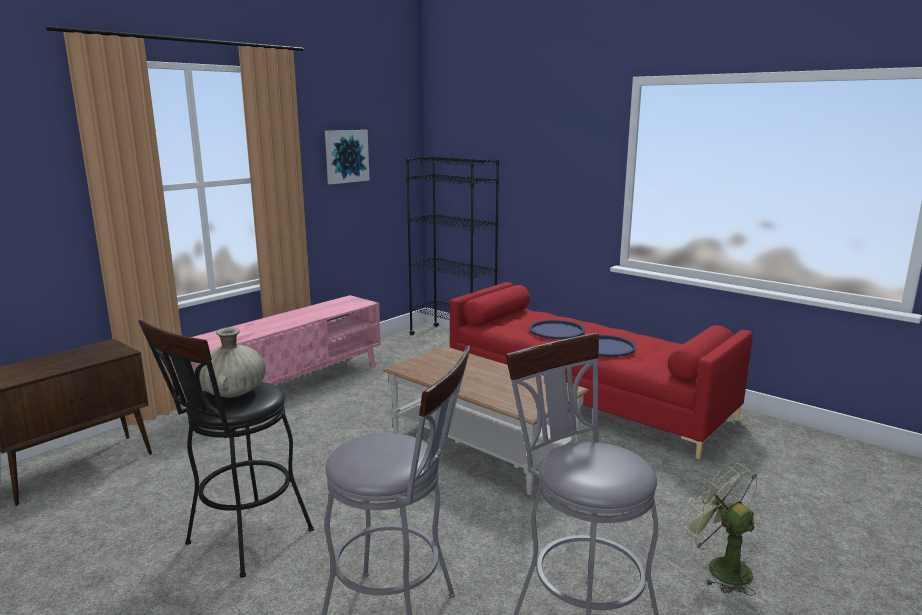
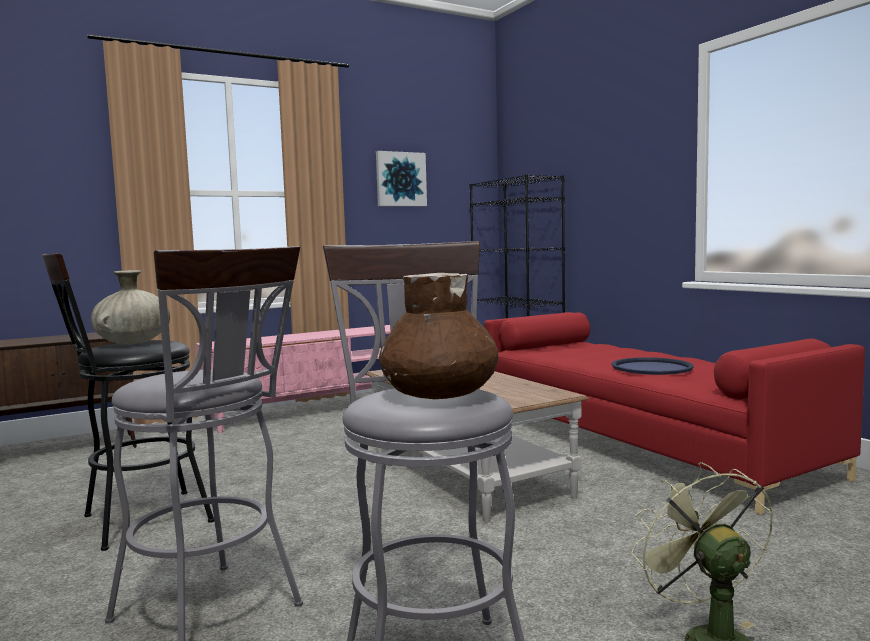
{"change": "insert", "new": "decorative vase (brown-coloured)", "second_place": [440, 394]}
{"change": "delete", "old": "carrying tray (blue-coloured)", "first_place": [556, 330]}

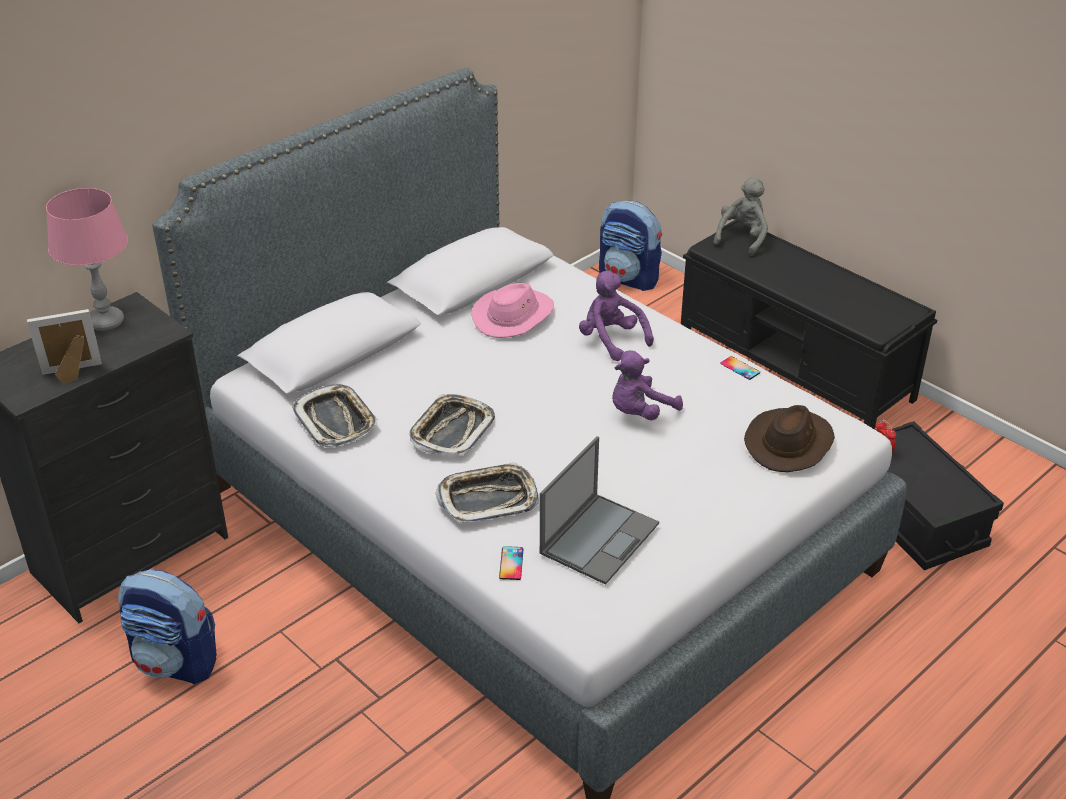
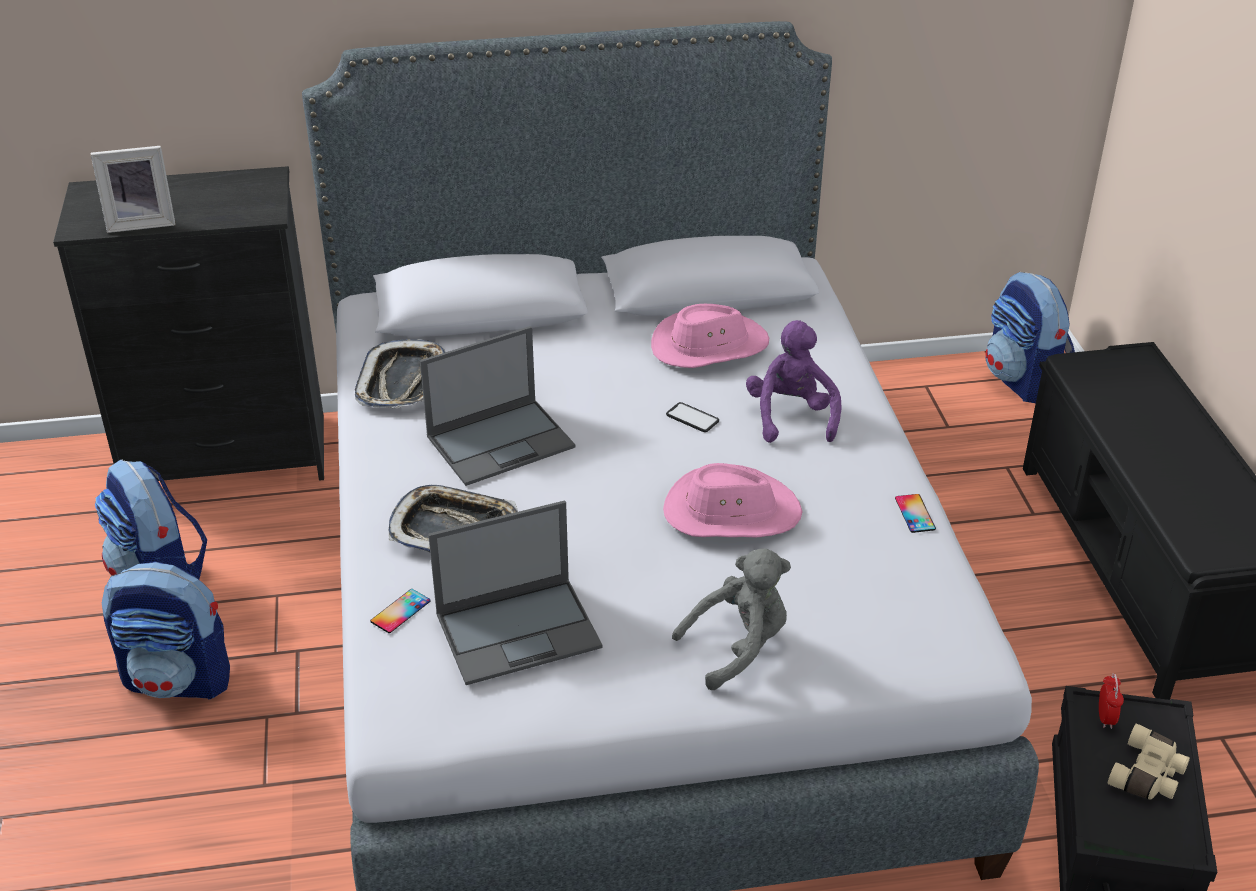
{"change": "rotate", "old": "photo frame", "first_place": [73, 374], "second_place": [141, 222], "degrees": 150}
{"change": "insert", "new": "backpack", "second_place": [179, 679]}
{"change": "replace", "old": "carrying tray", "new": "notebook computer", "first_place": [452, 430], "second_place": [502, 441]}
{"change": "replace", "old": "plush toy (purplish)", "new": "wearable hat (pink)", "first_place": [639, 412], "second_place": [731, 512]}
{"change": "insert", "new": "telephone", "second_place": [692, 418]}
{"change": "move", "old": "plush toy (greyish)", "first_place": [742, 238], "second_place": [738, 647]}
{"change": "insert", "new": "field glasses (beige)", "second_place": [1148, 775]}
{"change": "delete", "old": "table lamp (pink)", "first_place": [106, 322]}
{"change": "delete", "old": "wearable hat (brown-coloured)", "first_place": [789, 443]}

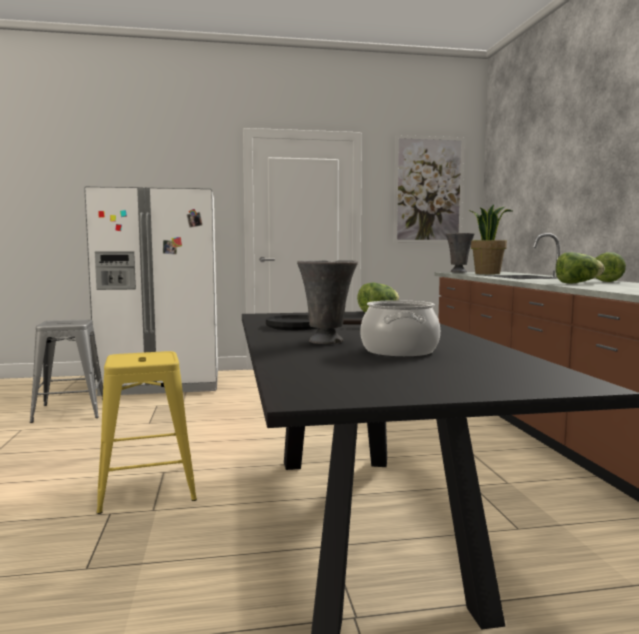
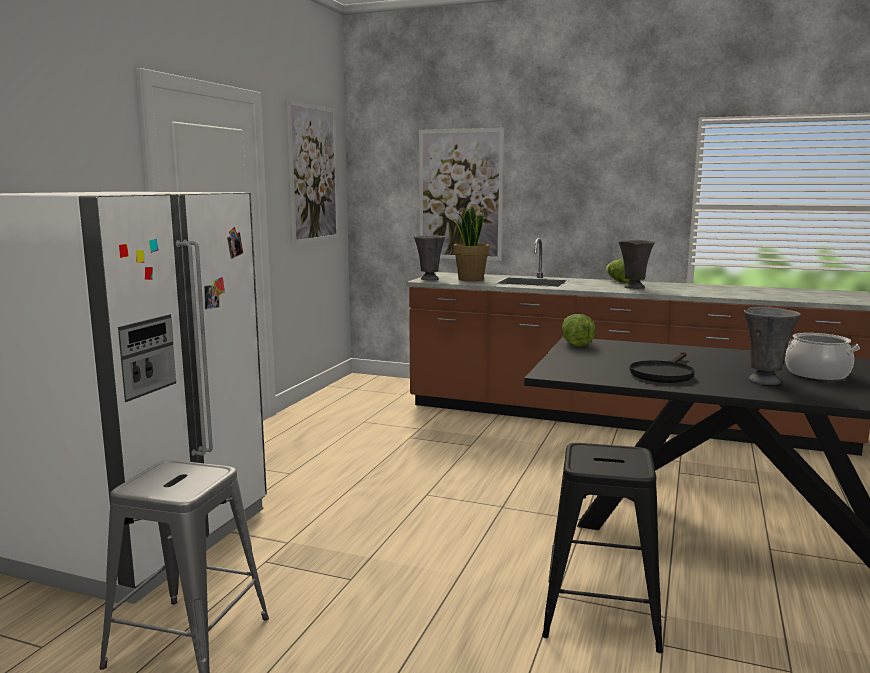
{"change": "insert", "new": "wall picture", "second_place": [460, 195]}
{"change": "recolor", "old": "sitting stool (yellow)", "new": "sitting stool (blackish)", "first_place": [148, 488], "second_place": [601, 612]}
{"change": "replace", "old": "lettuce", "new": "decorative vase (greyish)", "first_place": [577, 283], "second_place": [633, 288]}

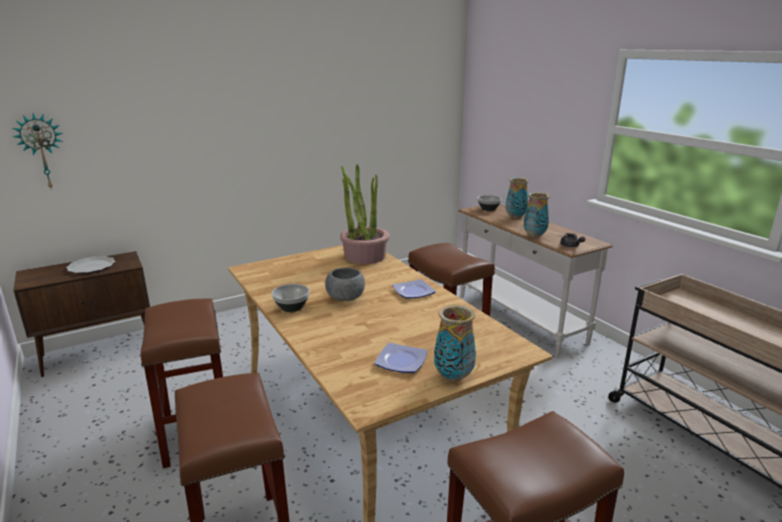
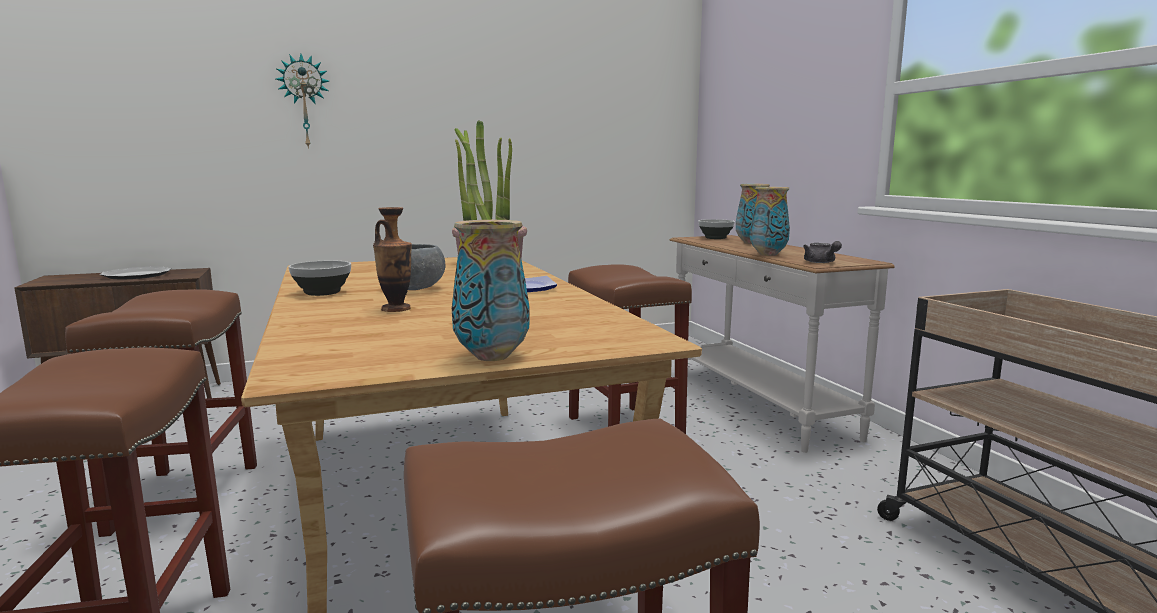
{"change": "move", "old": "hanging clock", "first_place": [42, 151], "second_place": [304, 101]}
{"change": "insert", "new": "decorative vase", "second_place": [396, 309]}
{"change": "delete", "old": "dinner plate", "first_place": [400, 361]}

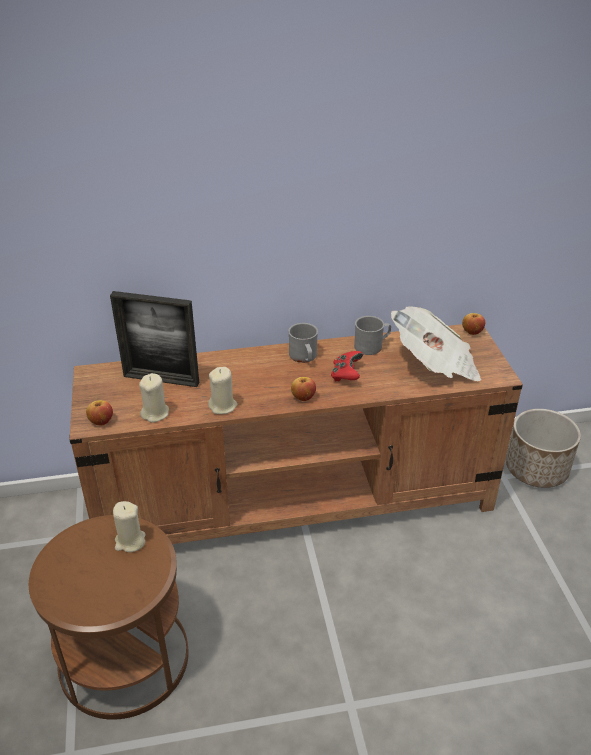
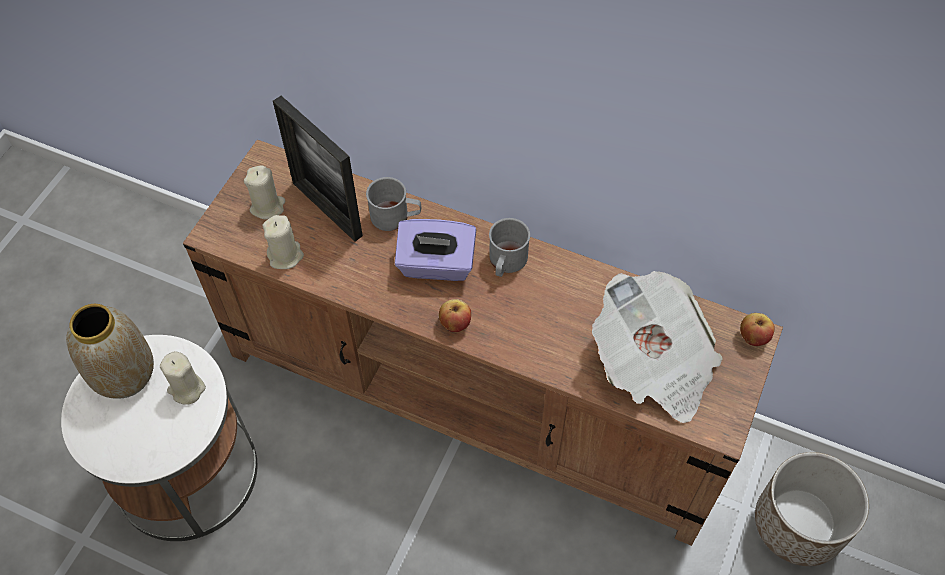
{"change": "recolor", "old": "side table (brown-coloured)", "new": "side table (white)", "first_place": [124, 657], "second_place": [187, 471]}
{"change": "insert", "new": "decorative vase", "second_place": [123, 375]}
{"change": "move", "old": "wax light (beige)", "first_place": [223, 406], "second_place": [268, 206]}
{"change": "move", "old": "coffee mug (greyish)", "first_place": [372, 346], "second_place": [395, 217]}
{"change": "insert", "new": "tissue holder (purplish)", "second_place": [436, 265]}
{"change": "delete", "old": "apple fruit", "first_place": [101, 421]}
{"change": "delete", "old": "joypad (red)", "first_place": [346, 375]}

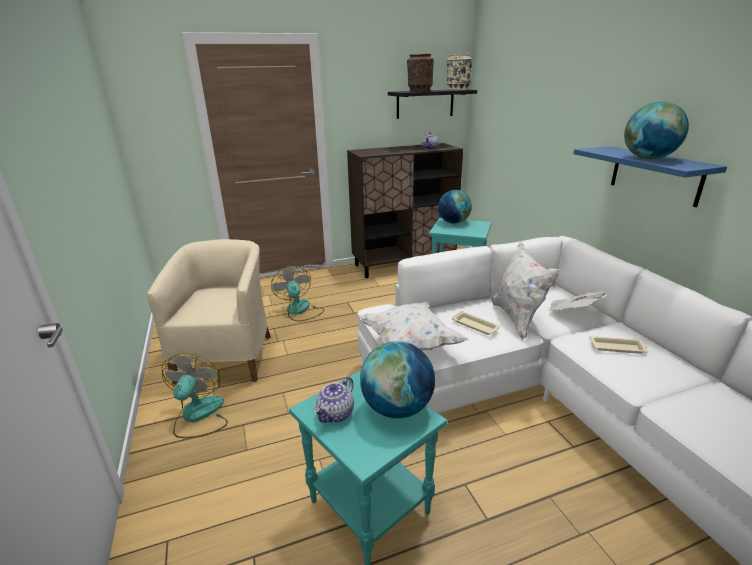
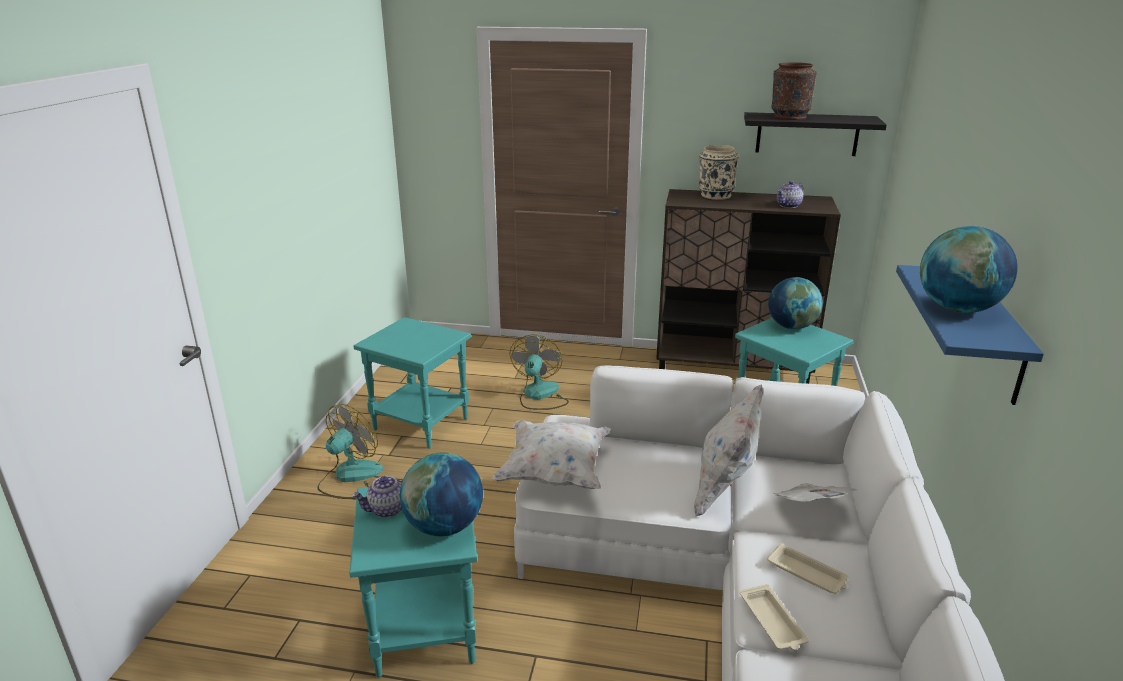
{"change": "replace", "old": "easy chair (beige)", "new": "side table (turquoise-coloured)", "first_place": [227, 355], "second_place": [422, 423]}
{"change": "move", "old": "decorative vase (beige)", "first_place": [458, 89], "second_place": [715, 196]}
{"change": "move", "old": "carrying tray (beige)", "first_place": [476, 326], "second_place": [772, 622]}

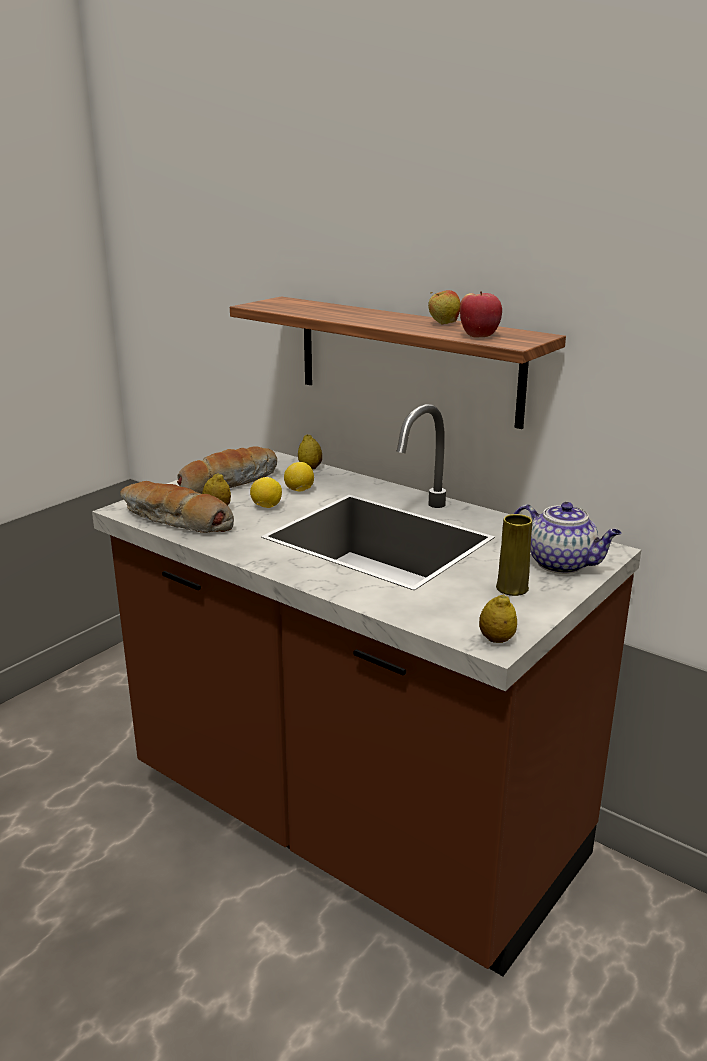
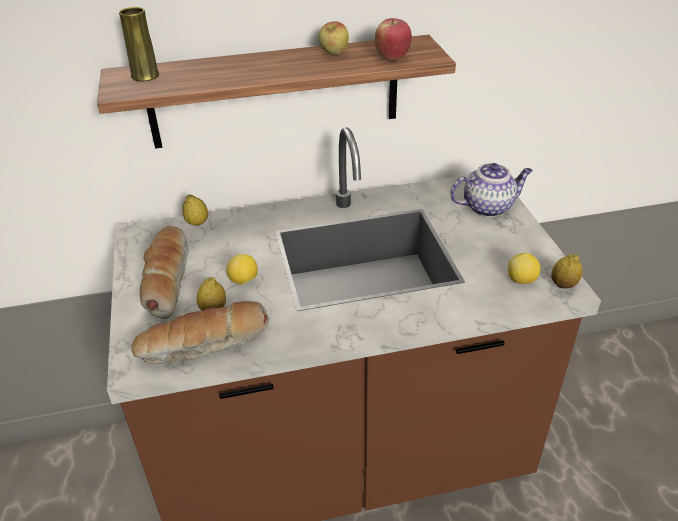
{"change": "move", "old": "decorative vase (yellow)", "first_place": [512, 588], "second_place": [145, 76]}
{"change": "move", "old": "lemon", "first_place": [299, 491], "second_place": [521, 280]}

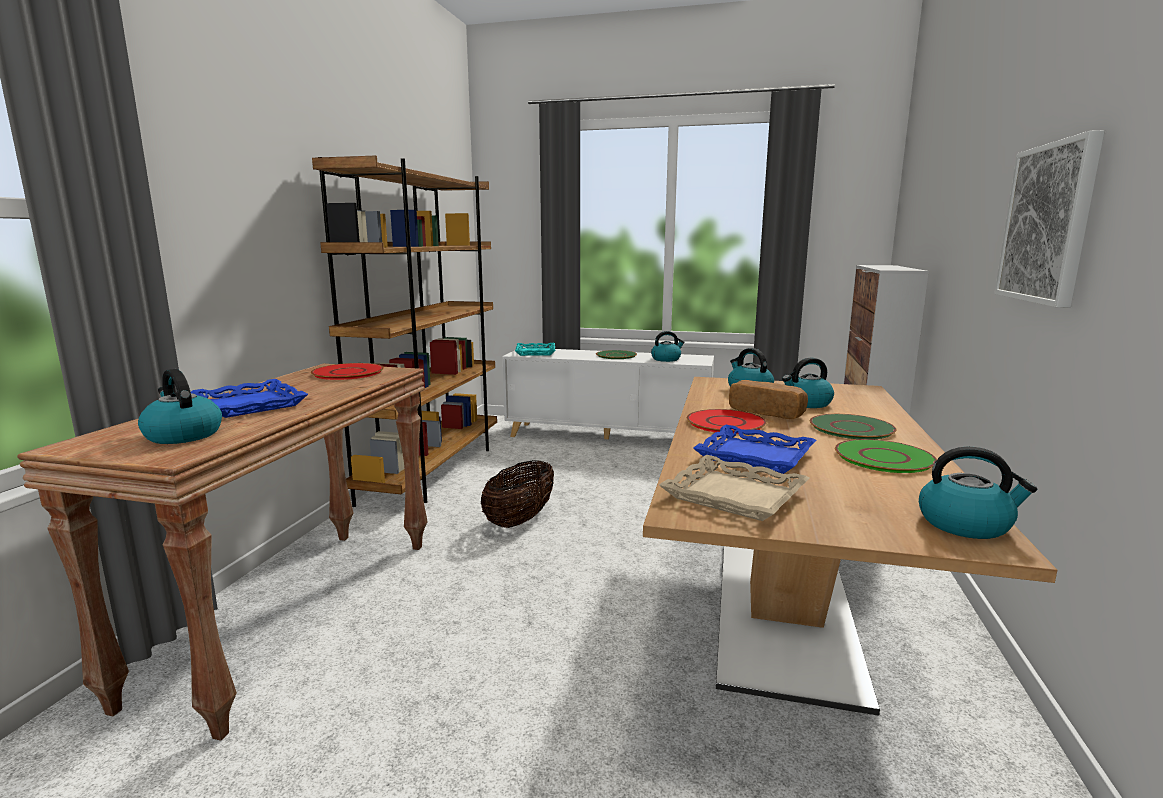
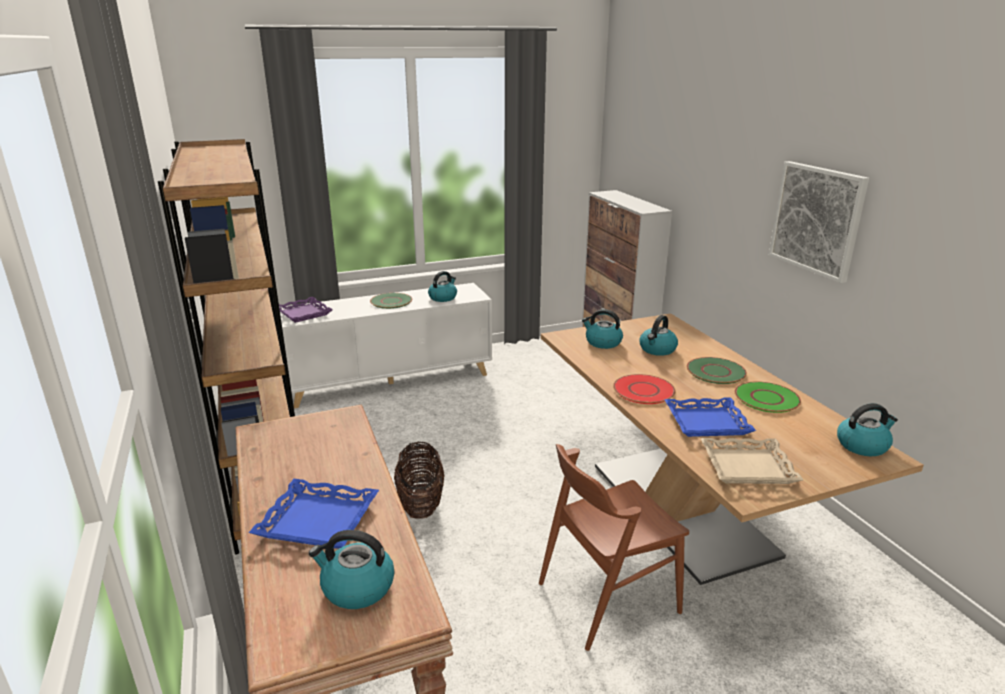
{"change": "recolor", "old": "carrying tray (turquoise-coloured)", "new": "carrying tray (purplish)", "first_place": [535, 352], "second_place": [303, 313]}
{"change": "insert", "new": "plain chair (brown-coloured)", "second_place": [607, 597]}
{"change": "delete", "old": "dinner plate (red)", "first_place": [348, 373]}
{"change": "delete", "old": "bread", "first_place": [766, 412]}

